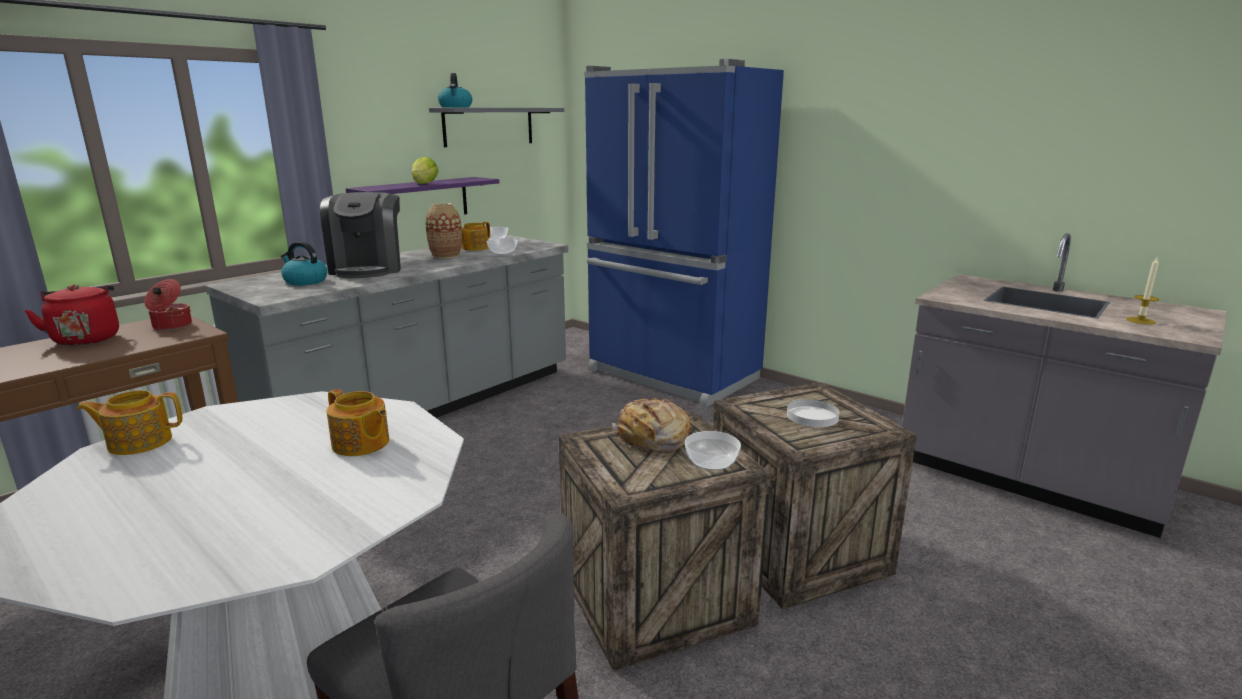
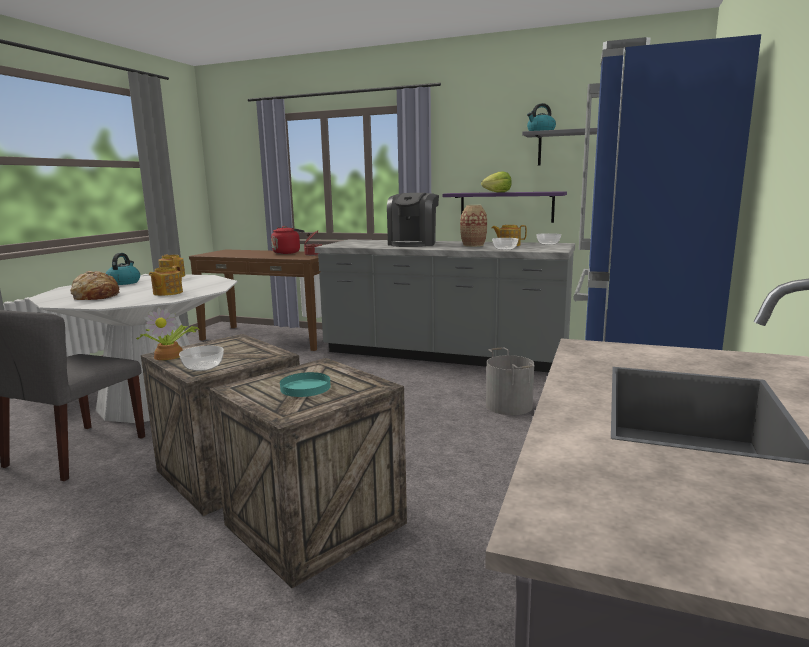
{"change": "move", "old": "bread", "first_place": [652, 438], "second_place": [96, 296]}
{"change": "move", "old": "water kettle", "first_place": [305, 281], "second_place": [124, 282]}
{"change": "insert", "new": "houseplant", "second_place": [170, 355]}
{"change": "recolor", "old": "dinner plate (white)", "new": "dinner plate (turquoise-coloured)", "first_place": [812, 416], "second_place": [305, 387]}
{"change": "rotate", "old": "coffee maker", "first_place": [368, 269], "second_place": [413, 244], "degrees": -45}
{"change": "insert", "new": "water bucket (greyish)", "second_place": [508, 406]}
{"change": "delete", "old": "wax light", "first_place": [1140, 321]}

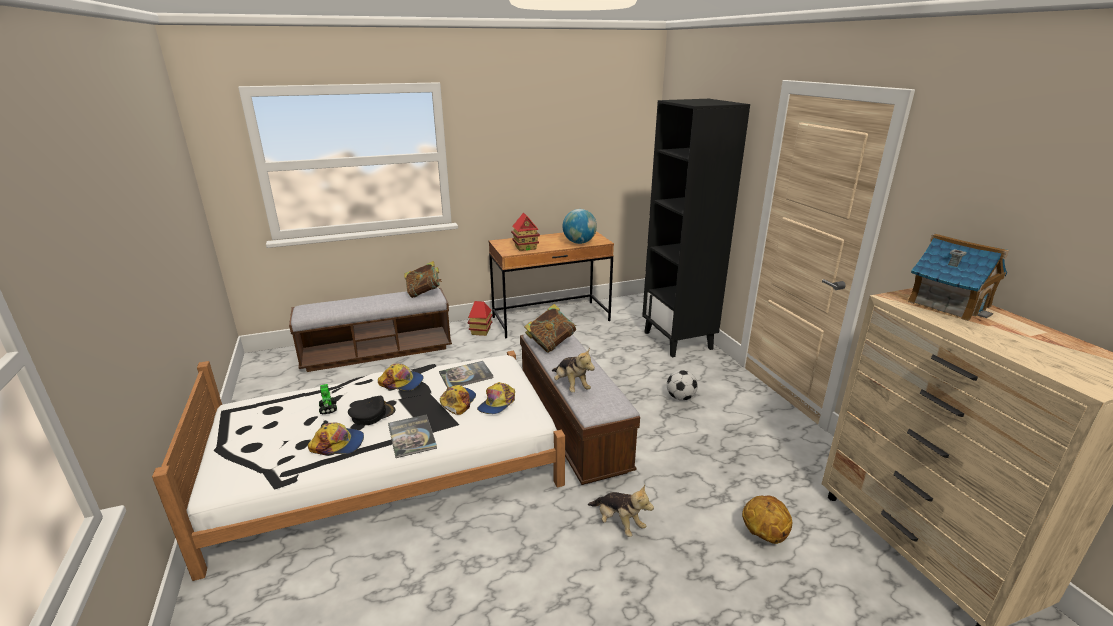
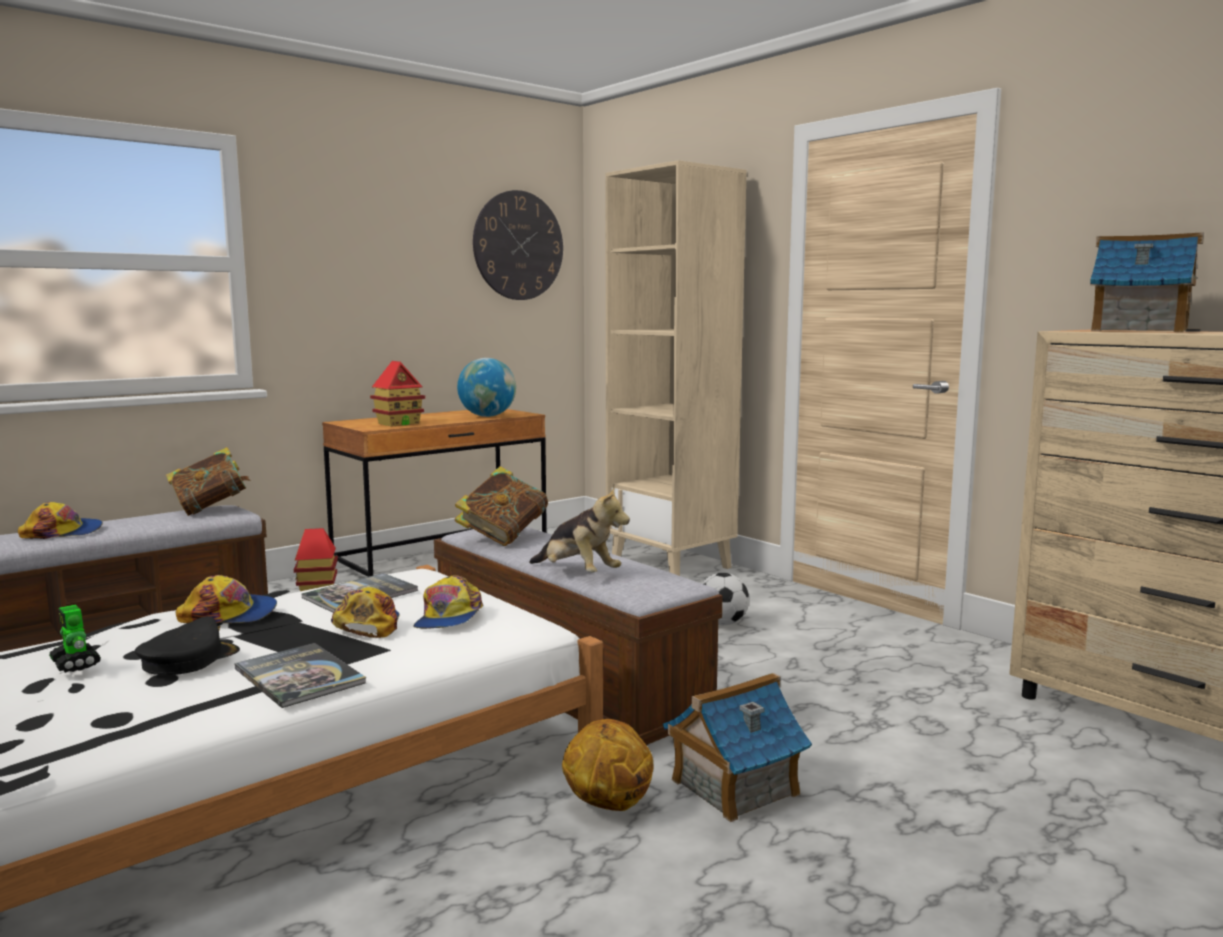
{"change": "move", "old": "baseball cap", "first_place": [338, 444], "second_place": [63, 532]}
{"change": "insert", "new": "hanging clock", "second_place": [518, 245]}
{"change": "move", "old": "ball for basketball", "first_place": [763, 535], "second_place": [607, 804]}
{"change": "recolor", "old": "bookcase (blackish)", "new": "bookcase (beige)", "first_place": [678, 340], "second_place": [671, 564]}
{"change": "replace", "old": "plush toy", "new": "model house", "first_place": [618, 523], "second_place": [733, 787]}

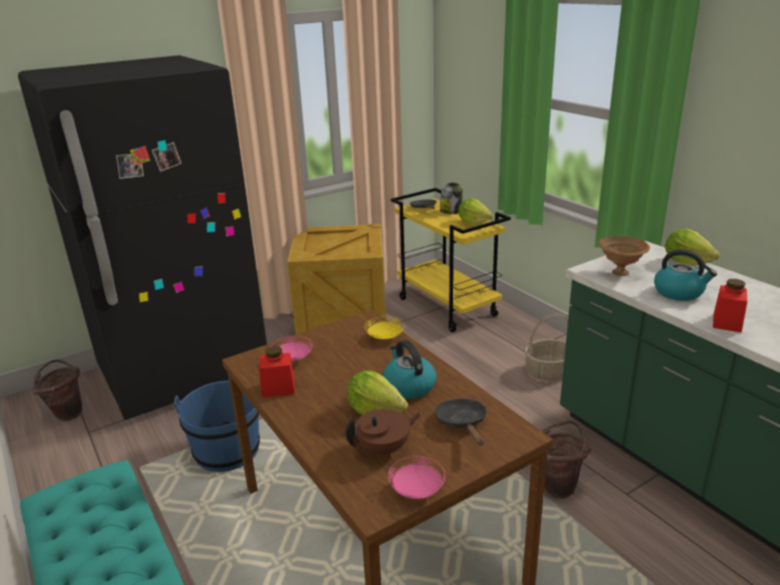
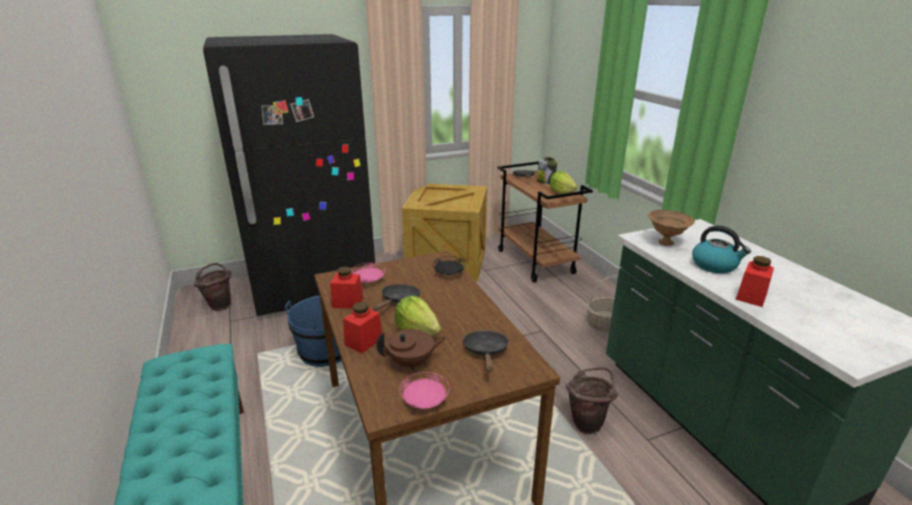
{"change": "insert", "new": "storage jar (red)", "second_place": [363, 341]}
{"change": "insert", "new": "pan (blackish)", "second_place": [398, 301]}
{"change": "recolor", "old": "dinner plate (yellow)", "new": "dinner plate (blackish)", "first_place": [384, 337], "second_place": [449, 274]}
{"change": "recolor", "old": "wheeled cart (yellow)", "new": "wheeled cart (brown-coloured)", "first_place": [448, 307], "second_place": [536, 262]}
{"change": "delete", "old": "water kettle", "first_place": [408, 386]}
{"change": "delete", "old": "lettuce", "first_place": [686, 262]}

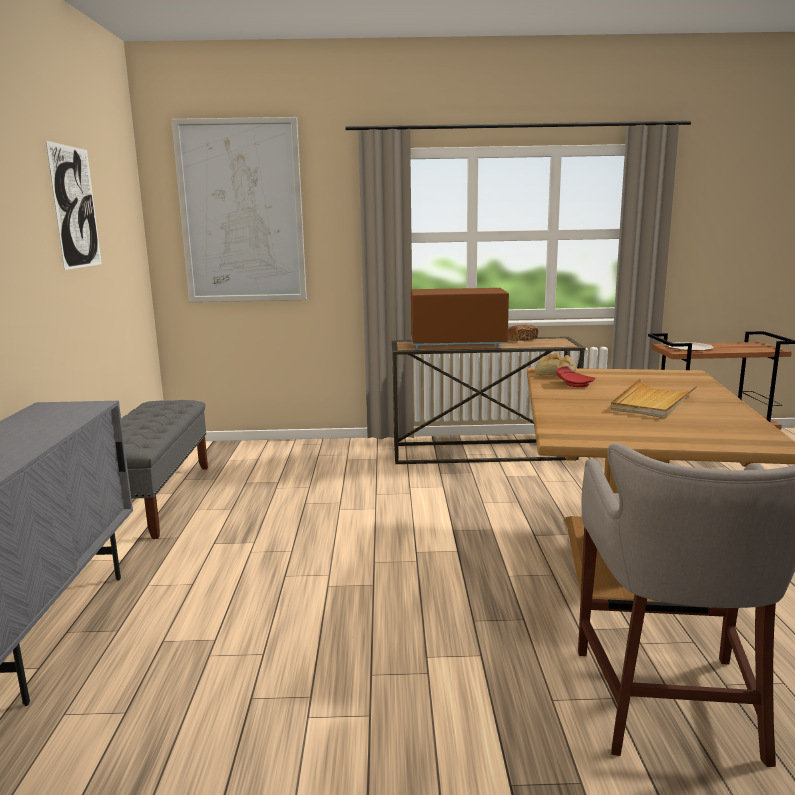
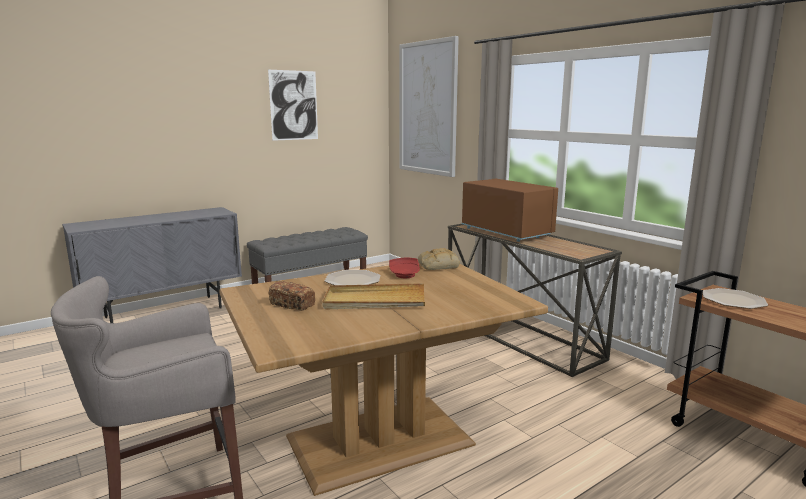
{"change": "move", "old": "bread", "first_place": [522, 339], "second_place": [292, 305]}
{"change": "insert", "new": "dinner plate", "second_place": [353, 280]}

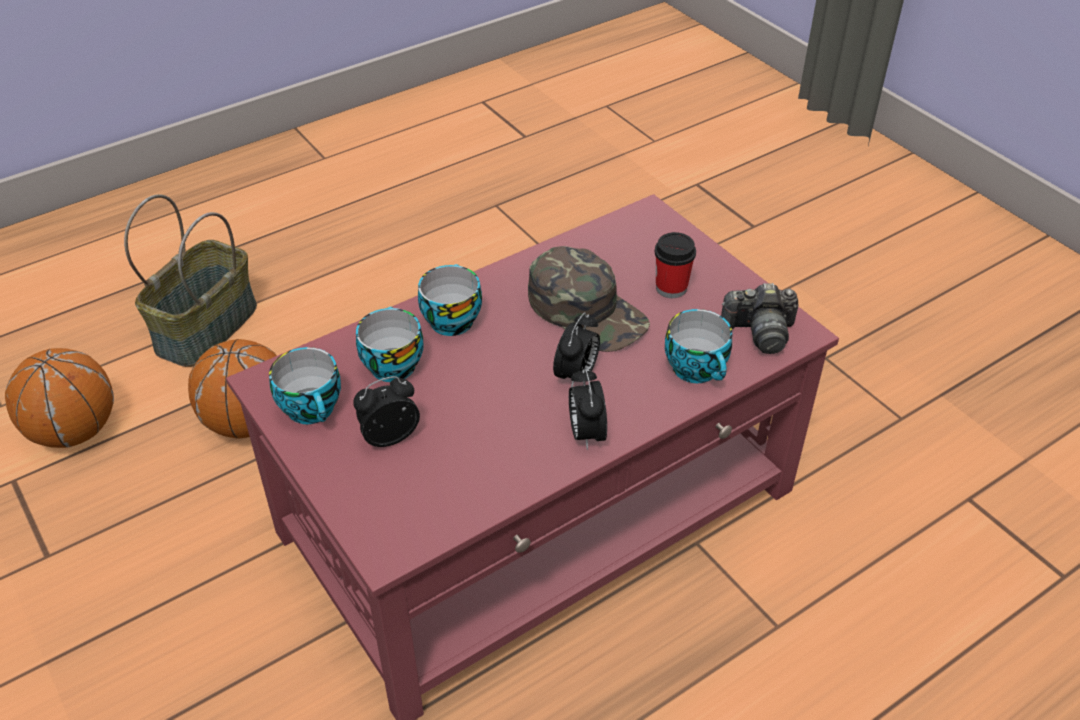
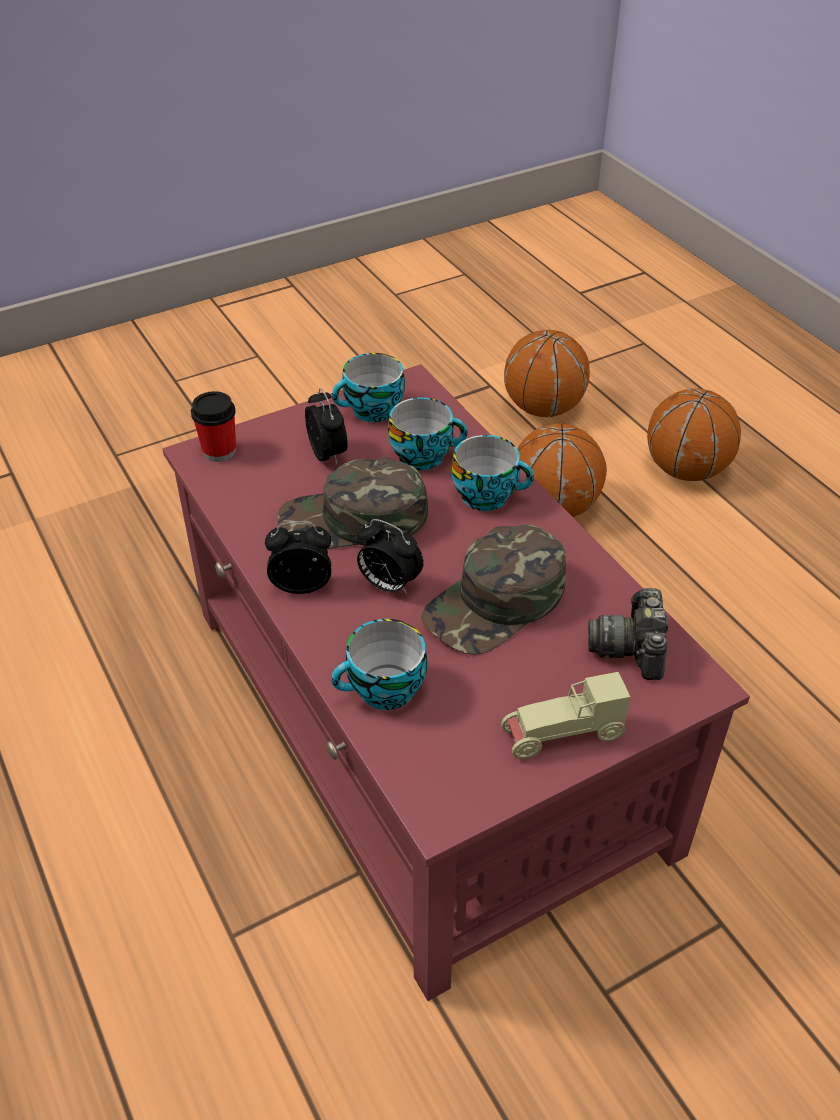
{"change": "move", "old": "cup", "first_place": [671, 288], "second_place": [219, 451]}
{"change": "insert", "new": "baseball cap (green)", "second_place": [353, 520]}
{"change": "insert", "new": "miniature car (beige)", "second_place": [562, 736]}
{"change": "move", "old": "photo camera", "first_place": [760, 332], "second_place": [631, 648]}
{"change": "replace", "old": "basket", "new": "ball for basketball", "first_place": [206, 327], "second_place": [685, 470]}

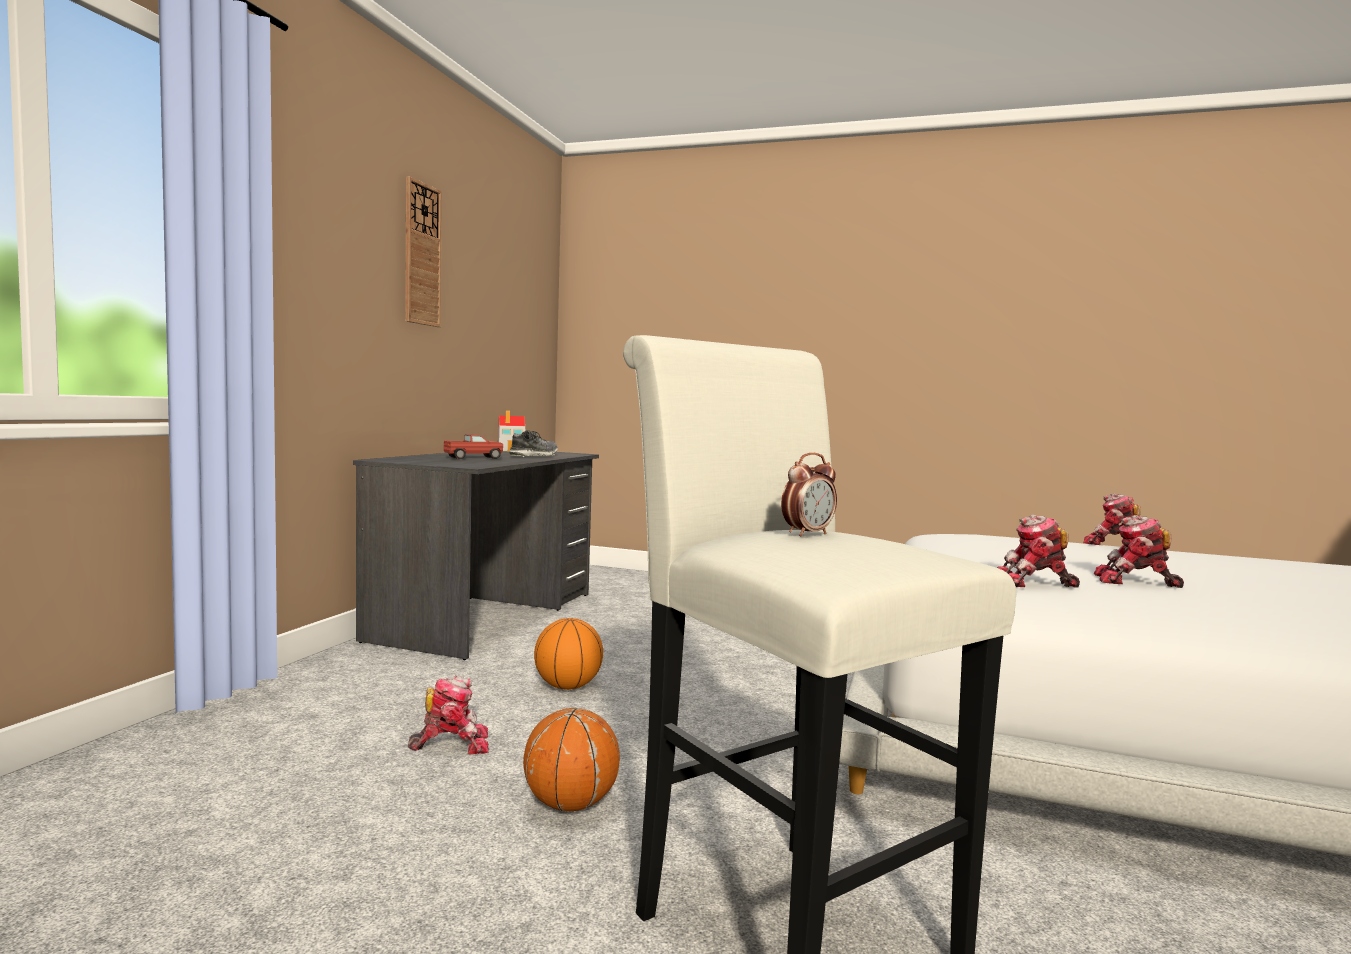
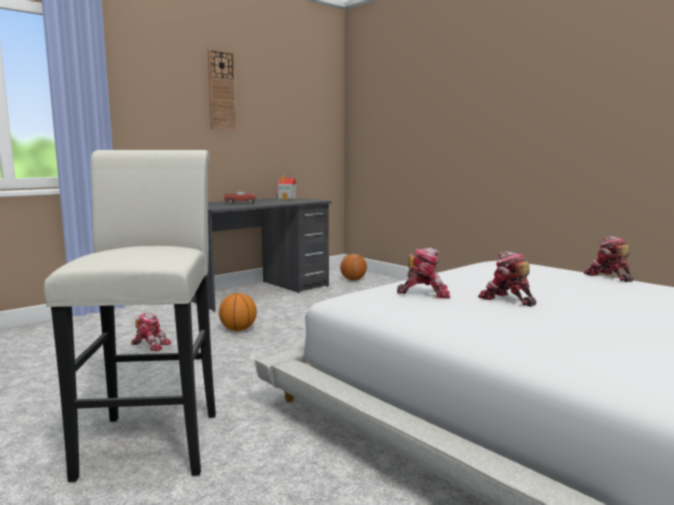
{"change": "move", "old": "ball for basketball", "first_place": [570, 805], "second_place": [353, 280]}
{"change": "rotate", "old": "model robot", "first_place": [1033, 583], "second_place": [424, 293], "degrees": 150}
{"change": "delete", "old": "shoe", "first_place": [533, 456]}
{"change": "delete", "old": "alarm clock", "first_place": [807, 534]}

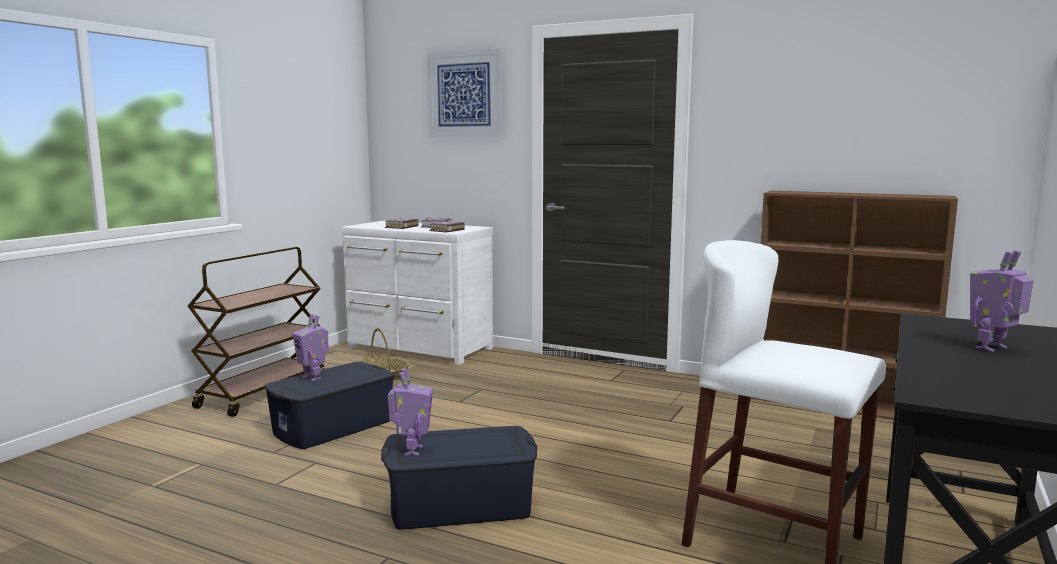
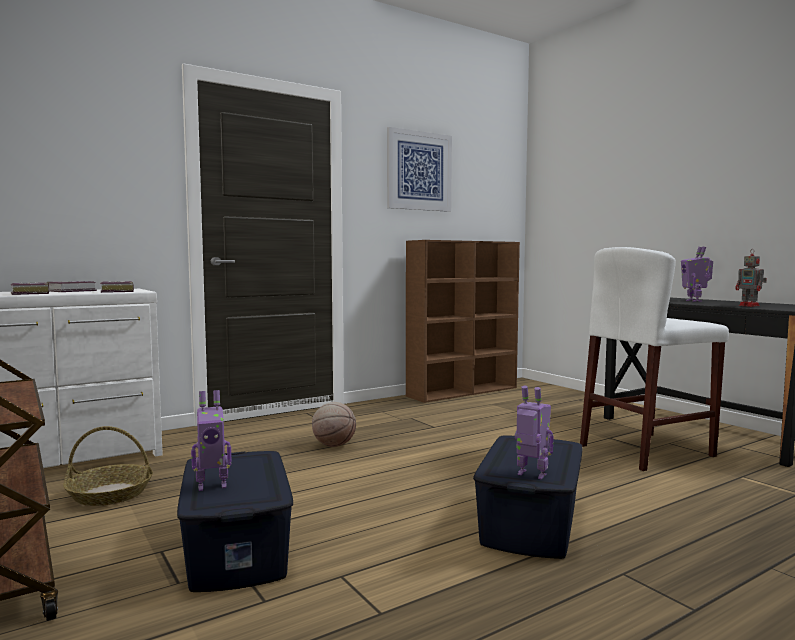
{"change": "insert", "new": "ball for basketball", "second_place": [334, 445]}
{"change": "move", "old": "wall picture", "first_place": [465, 94], "second_place": [419, 171]}
{"change": "insert", "new": "model robot", "second_place": [750, 306]}

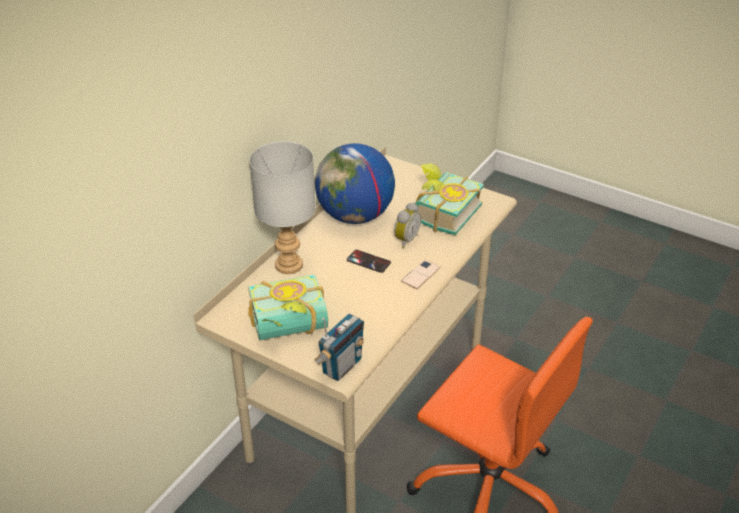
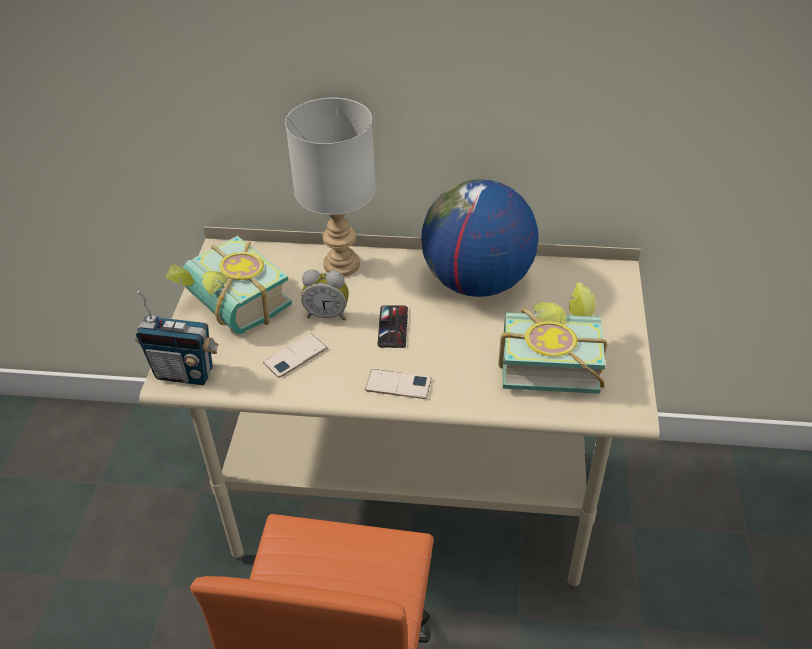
{"change": "insert", "new": "telephone", "second_place": [295, 356]}
{"change": "move", "old": "alarm clock", "first_place": [405, 240], "second_place": [327, 314]}

